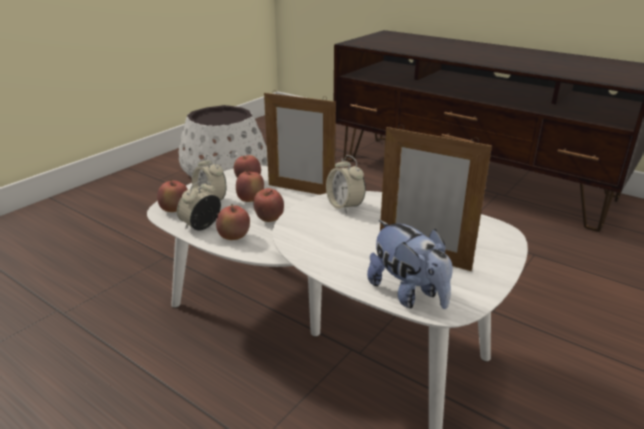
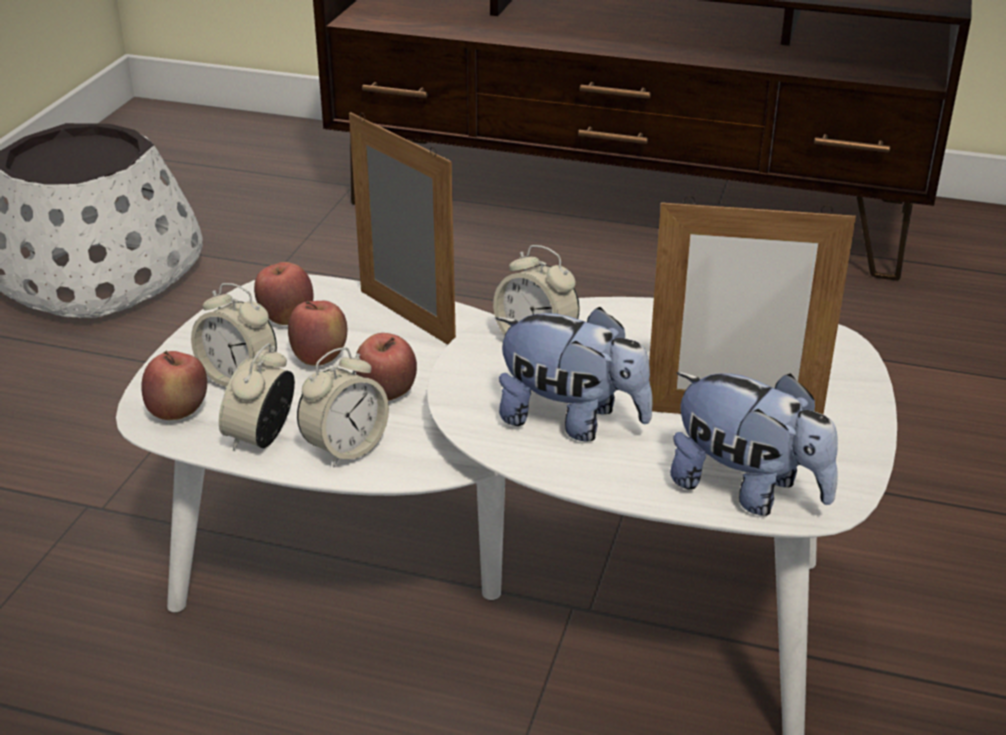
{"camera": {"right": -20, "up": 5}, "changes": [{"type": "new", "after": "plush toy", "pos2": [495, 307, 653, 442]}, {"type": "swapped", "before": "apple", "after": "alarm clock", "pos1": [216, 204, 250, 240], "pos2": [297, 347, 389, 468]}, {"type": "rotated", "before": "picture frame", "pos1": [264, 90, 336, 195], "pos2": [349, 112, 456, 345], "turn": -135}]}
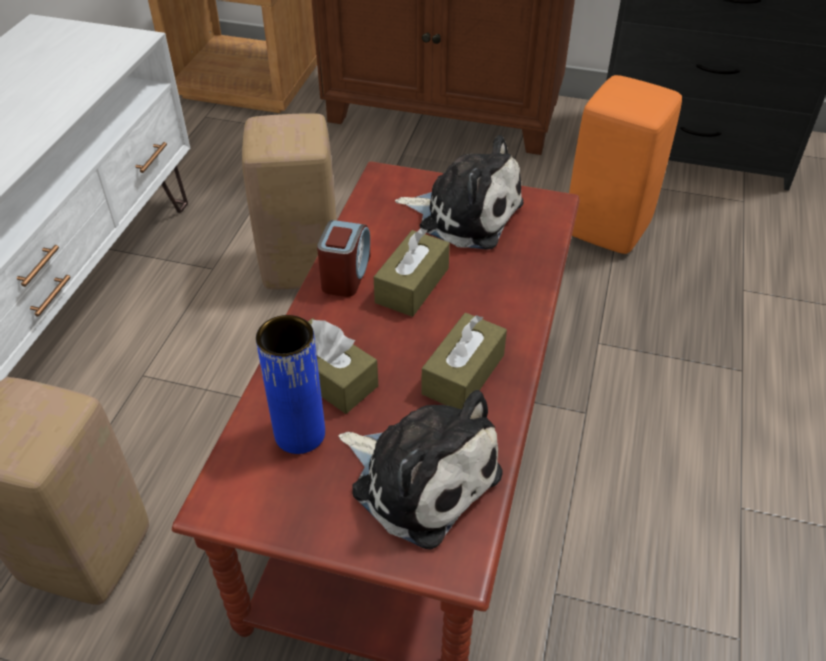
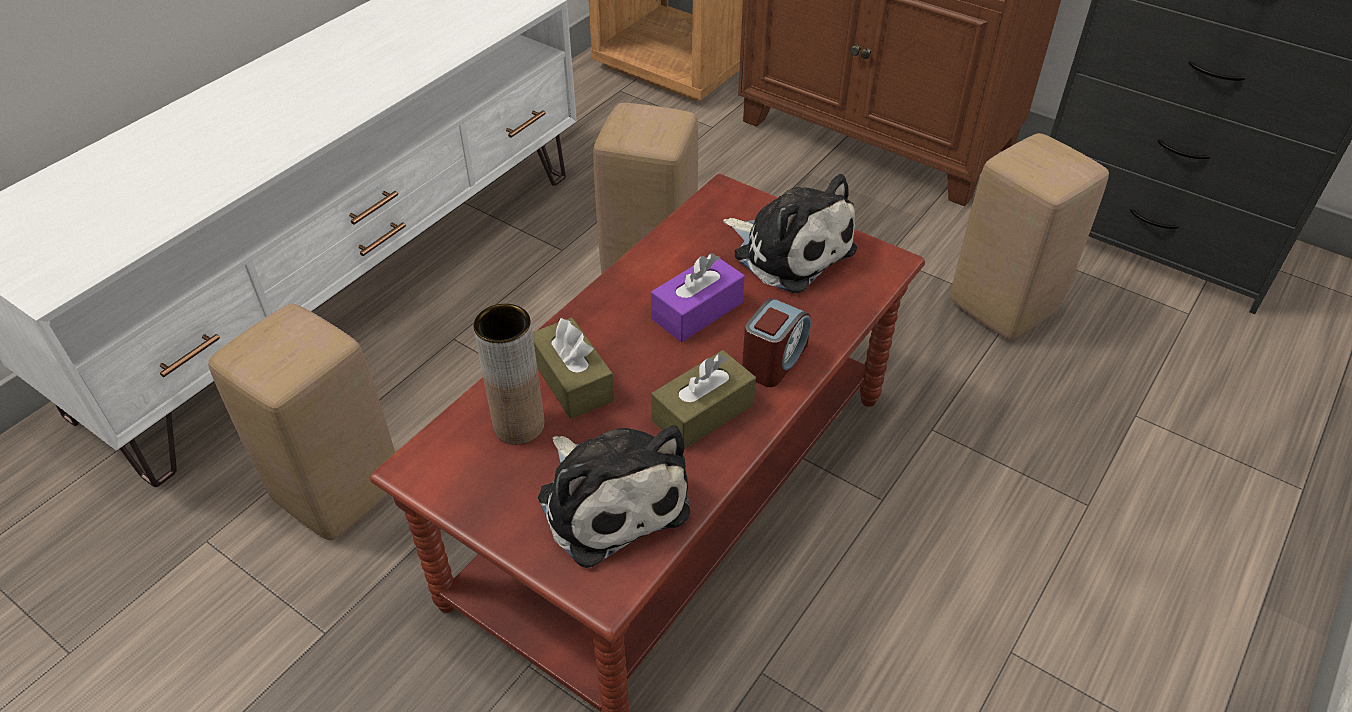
{"camera": {"right": 20, "up": 0}, "changes": [{"type": "shifted", "before": "alarm clock", "pos1": [317, 220, 371, 297], "pos2": [742, 299, 811, 387]}, {"type": "repainted", "before": "blue vase", "after": "brown vase", "pos1": [256, 315, 325, 454], "pos2": [473, 304, 545, 445]}, {"type": "repainted", "before": "brown tissue box", "after": "purple tissue box", "pos1": [374, 228, 450, 317], "pos2": [651, 253, 745, 342]}, {"type": "repainted", "before": "orange stool", "after": "beige stool", "pos1": [569, 75, 682, 254], "pos2": [951, 133, 1109, 340]}]}
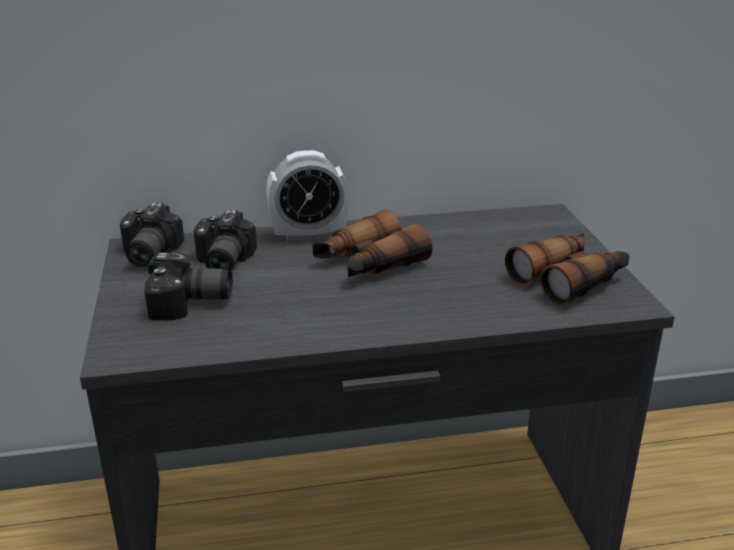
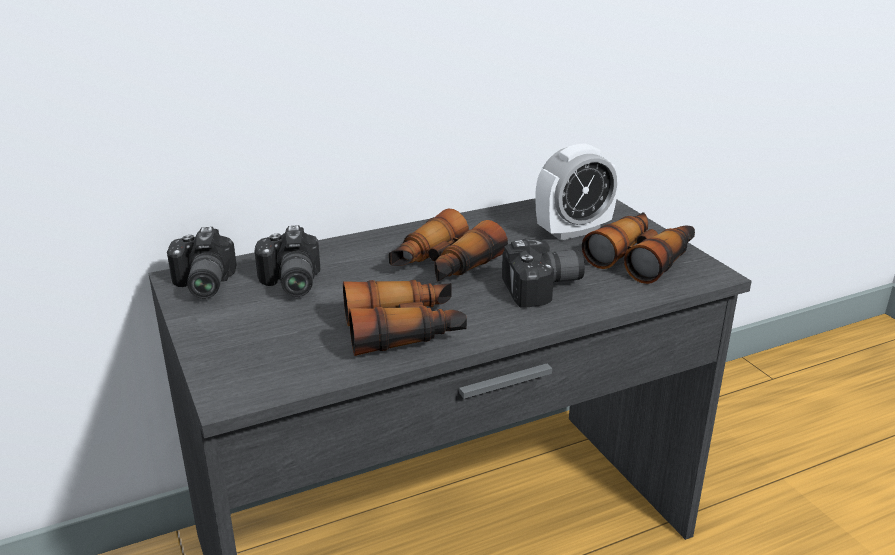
{"camera": {"right": -15, "up": 0}, "changes": [{"type": "new", "after": "binoculars", "pos2": [343, 280, 467, 356]}, {"type": "shifted", "before": "photo camera", "pos1": [144, 252, 233, 320], "pos2": [502, 239, 585, 308]}, {"type": "shifted", "before": "alarm clock", "pos1": [266, 150, 349, 243], "pos2": [535, 143, 619, 241]}]}
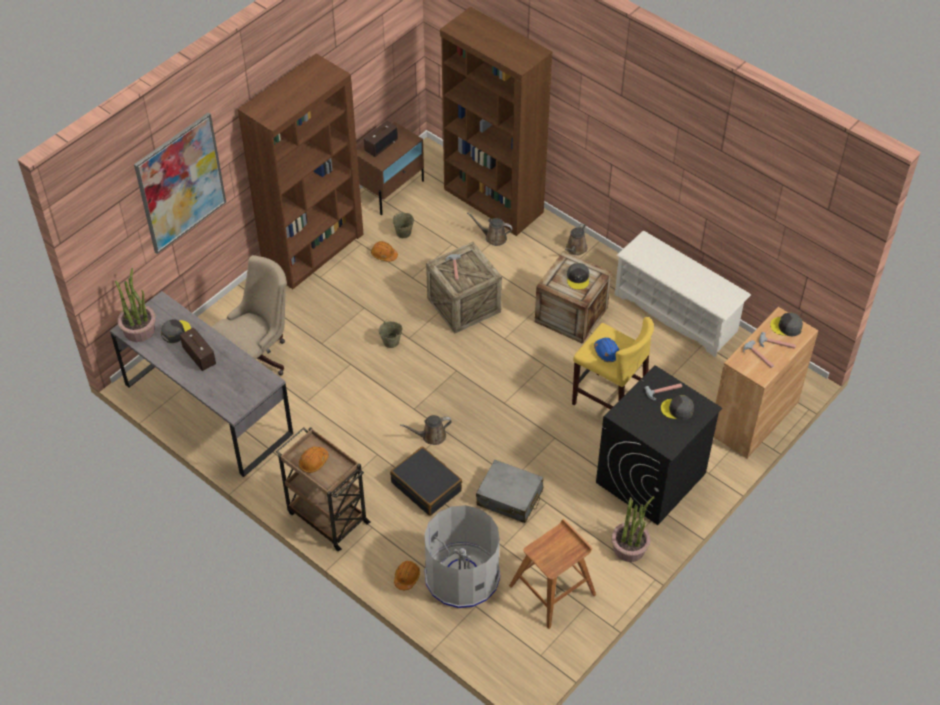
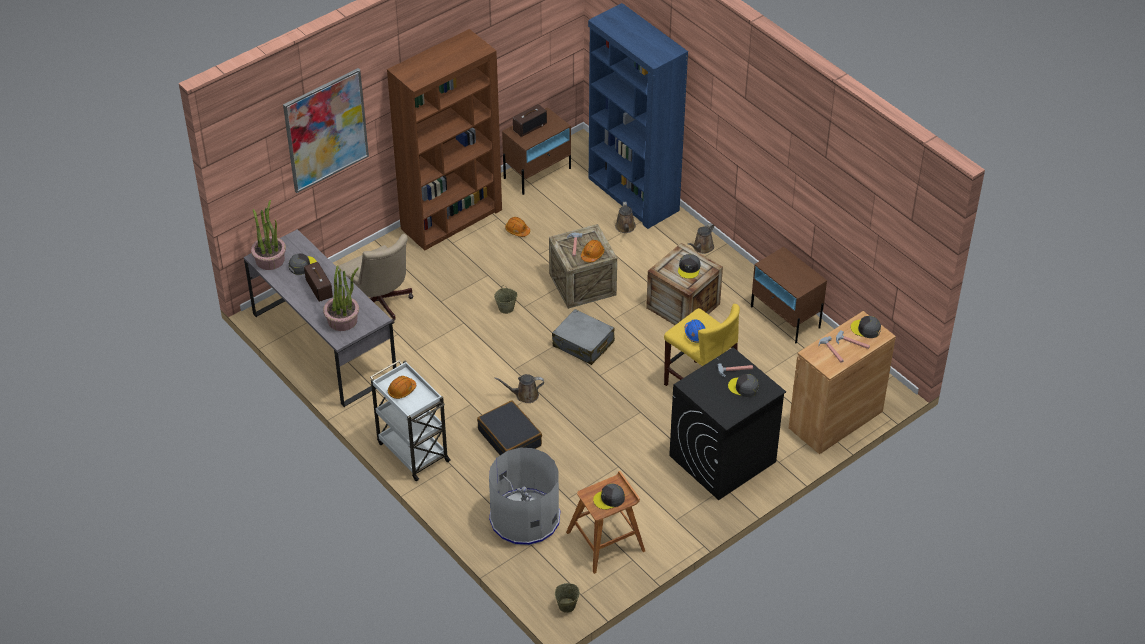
{"camera": {"right": 10, "up": -5}, "changes": [{"type": "new", "after": "grey cap", "pos2": [593, 483, 625, 510]}, {"type": "shifted", "before": "beige bucket", "pos1": [393, 212, 414, 238], "pos2": [555, 583, 580, 613]}, {"type": "shifted", "before": "orange hard hat", "pos1": [394, 561, 420, 590], "pos2": [581, 240, 604, 263]}, {"type": "shifted", "before": "grey suitcase", "pos1": [476, 460, 544, 523], "pos2": [552, 309, 615, 365]}, {"type": "shifted", "before": "potted plant", "pos1": [611, 496, 654, 562], "pos2": [323, 265, 359, 331]}, {"type": "swapped", "before": "white shoe rack", "after": "brown nightstand", "pos1": [615, 231, 751, 357], "pos2": [751, 247, 827, 343]}, {"type": "repainted", "before": "brown cart", "after": "white cart", "pos1": [276, 427, 371, 551], "pos2": [370, 360, 451, 481]}, {"type": "repainted", "before": "brown bookcase", "after": "blue bookcase", "pos1": [440, 7, 552, 236], "pos2": [588, 3, 688, 229]}, {"type": "rotated", "before": "beige office chair", "pos1": [211, 255, 287, 375], "pos2": [338, 234, 413, 324], "turn": 90}, {"type": "rotated", "before": "brown watering can", "pos1": [467, 213, 513, 246], "pos2": [615, 202, 636, 233], "turn": -120}]}
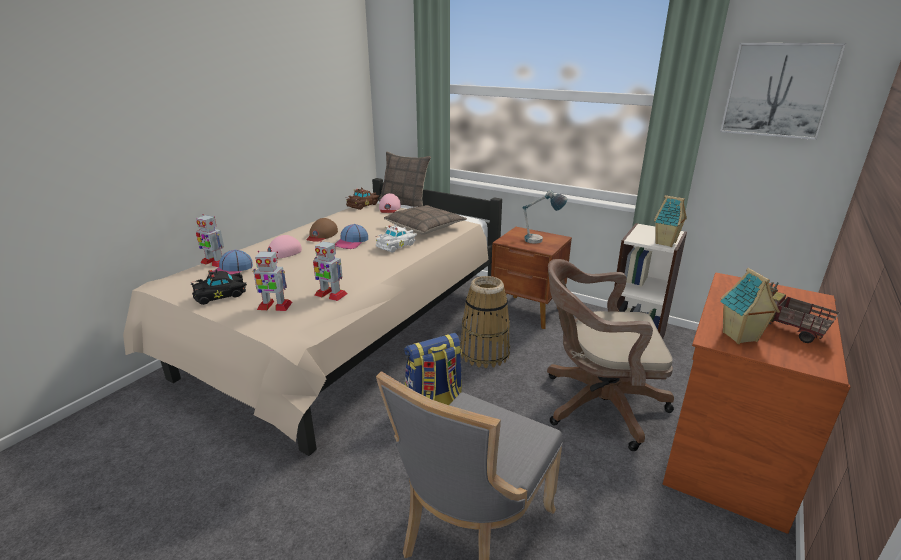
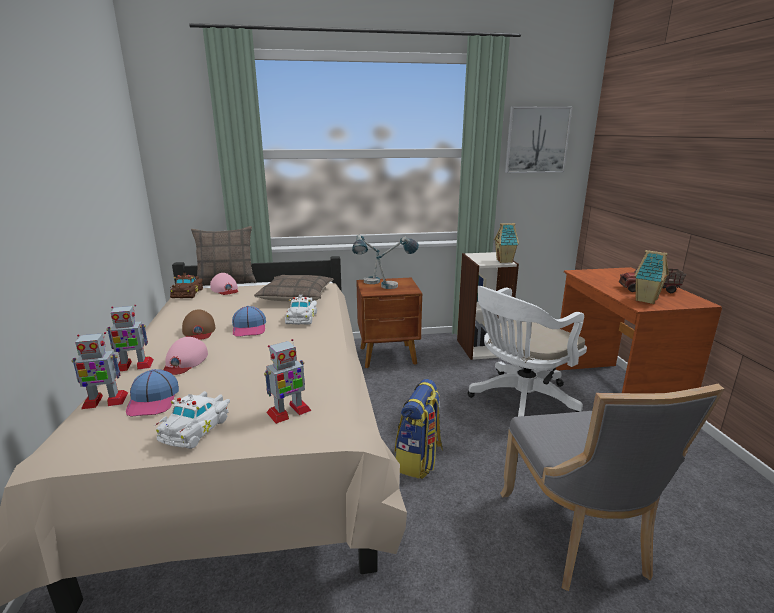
{"camera": {"right": -40, "up": -5}, "changes": [{"type": "gone", "before": "basket", "pos1": [460, 276, 510, 368]}, {"type": "new", "after": "table lamp", "pos2": [352, 235, 380, 284]}, {"type": "shifted", "before": "toy robot", "pos1": [313, 240, 348, 301], "pos2": [106, 305, 154, 371]}, {"type": "repainted", "before": "black toy car", "after": "white toy car", "pos1": [190, 270, 247, 305], "pos2": [154, 391, 230, 449]}, {"type": "repainted", "before": "brown office chair", "after": "white office chair", "pos1": [547, 259, 674, 451], "pos2": [468, 286, 587, 417]}]}
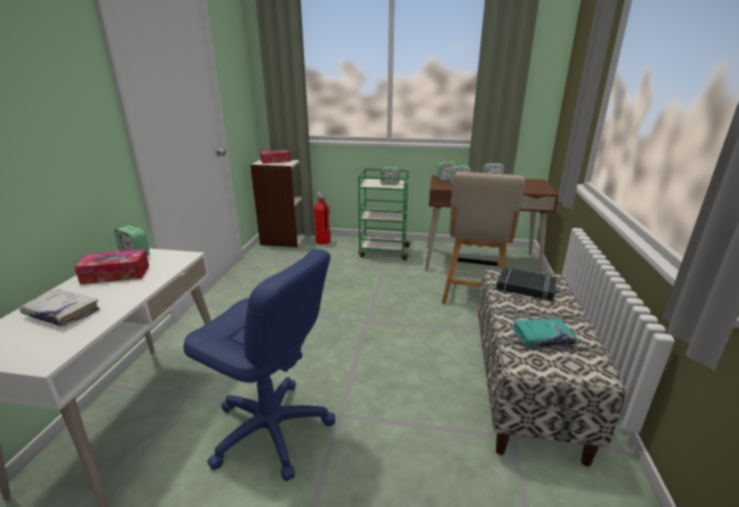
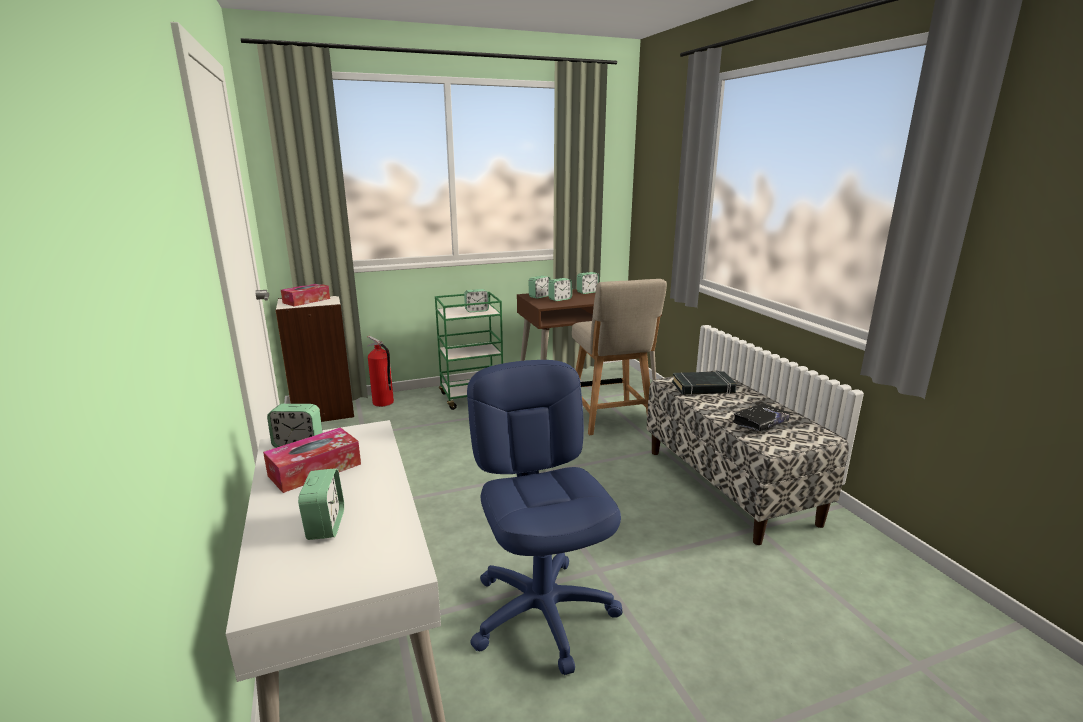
{"camera": {"right": -30, "up": -5}, "changes": [{"type": "swapped", "before": "white book", "after": "alarm clock", "pos1": [19, 289, 100, 327], "pos2": [298, 468, 344, 540]}, {"type": "repainted", "before": "turquoise book", "after": "black book", "pos1": [512, 319, 577, 345], "pos2": [732, 403, 791, 431]}, {"type": "rotated", "before": "blue office chair", "pos1": [183, 249, 335, 481], "pos2": [467, 360, 623, 675], "turn": -105}]}
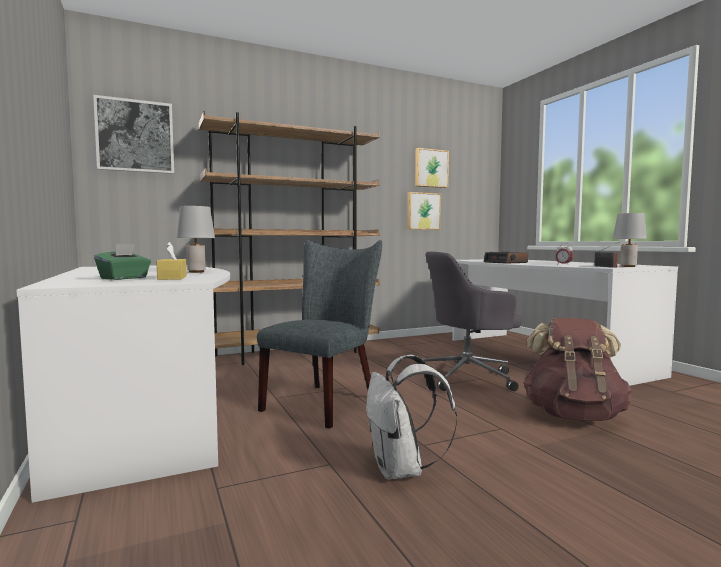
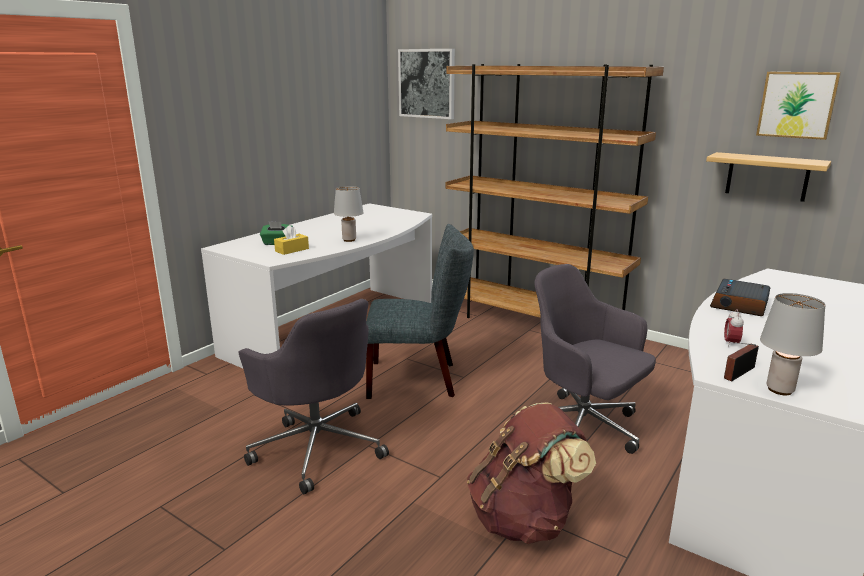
{"camera": {"right": 60, "up": 15}, "changes": [{"type": "swapped", "before": "white backpack", "after": "grey office chair", "pos1": [366, 354, 457, 480], "pos2": [239, 299, 389, 494]}, {"type": "swapped", "before": "picture", "after": "shelf", "pos1": [407, 192, 441, 230], "pos2": [706, 152, 831, 202]}]}
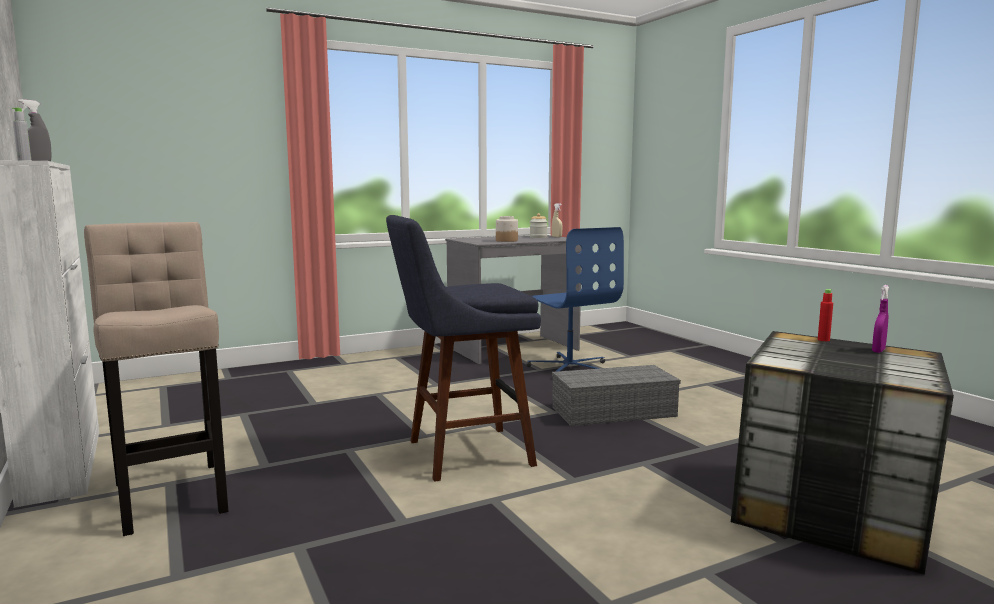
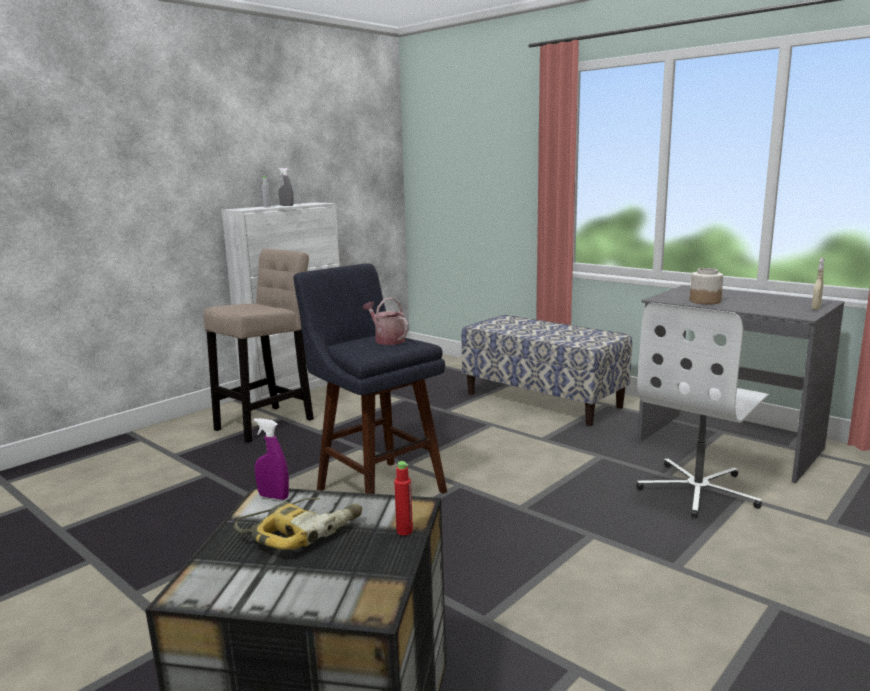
{"camera": {"right": 70, "up": 5}, "changes": [{"type": "gone", "before": "jar", "pos1": [530, 213, 548, 238]}, {"type": "gone", "before": "grey storage box", "pos1": [552, 365, 681, 426]}, {"type": "new", "after": "power drill", "pos2": [234, 498, 362, 550]}, {"type": "new", "after": "watering can", "pos2": [363, 297, 409, 345]}, {"type": "new", "after": "bench", "pos2": [461, 315, 632, 426]}, {"type": "shifted", "before": "purple spray bottle", "pos1": [872, 285, 889, 353], "pos2": [254, 418, 289, 500]}, {"type": "repainted", "before": "blue office chair", "after": "white office chair", "pos1": [526, 227, 624, 372], "pos2": [636, 303, 769, 518]}]}
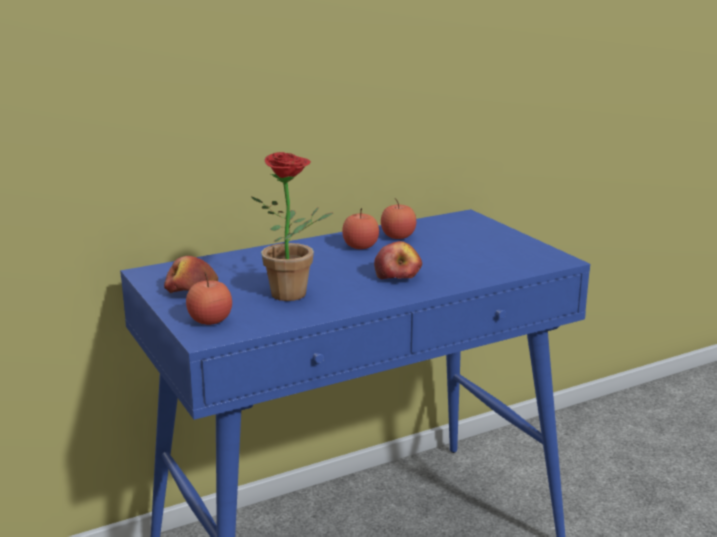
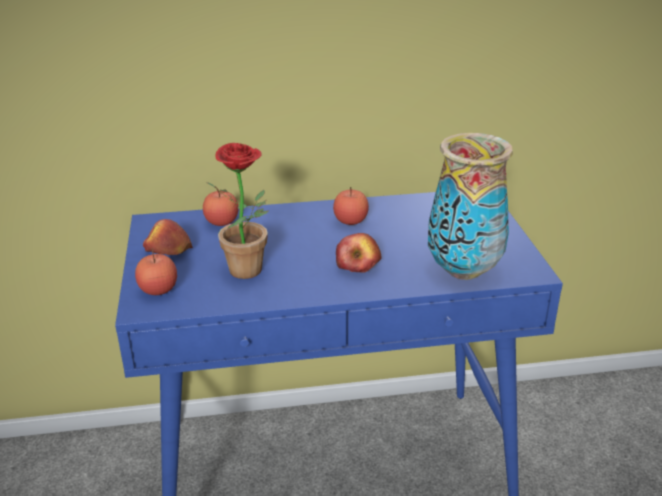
{"camera": {"right": 20, "up": 10}, "changes": [{"type": "new", "after": "vase", "pos2": [428, 133, 513, 280]}, {"type": "shifted", "before": "apple", "pos1": [381, 198, 416, 239], "pos2": [203, 186, 238, 226]}]}
